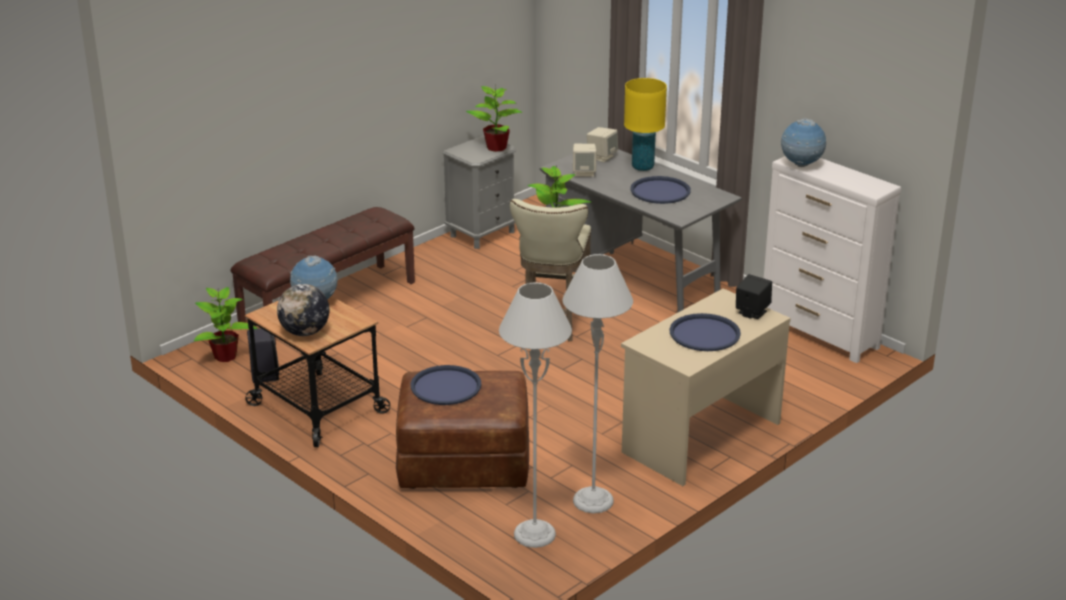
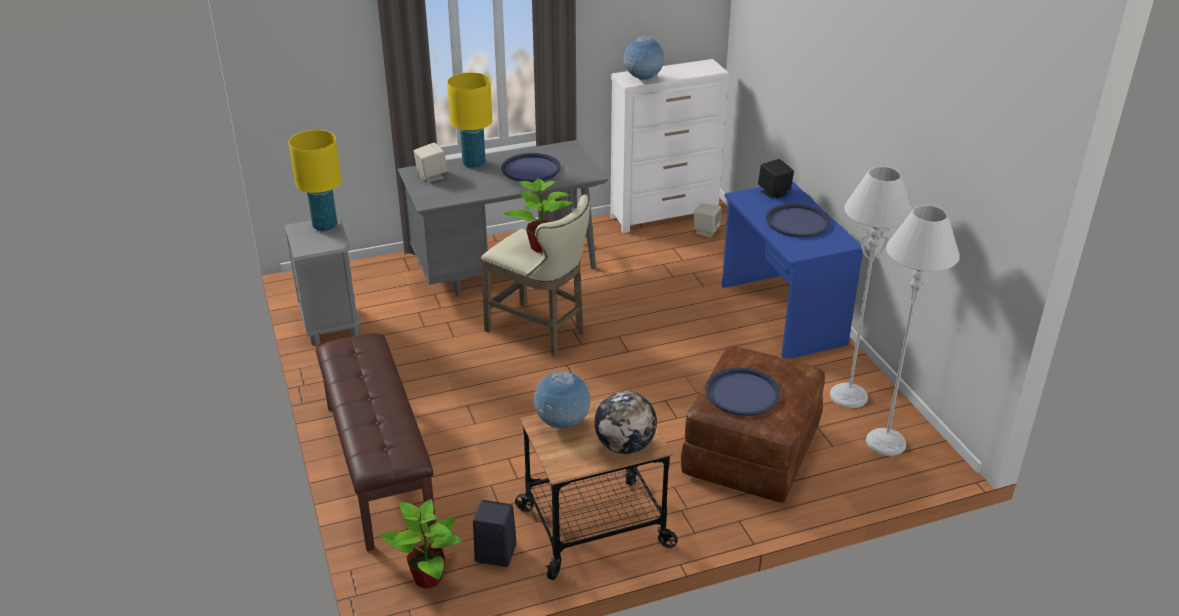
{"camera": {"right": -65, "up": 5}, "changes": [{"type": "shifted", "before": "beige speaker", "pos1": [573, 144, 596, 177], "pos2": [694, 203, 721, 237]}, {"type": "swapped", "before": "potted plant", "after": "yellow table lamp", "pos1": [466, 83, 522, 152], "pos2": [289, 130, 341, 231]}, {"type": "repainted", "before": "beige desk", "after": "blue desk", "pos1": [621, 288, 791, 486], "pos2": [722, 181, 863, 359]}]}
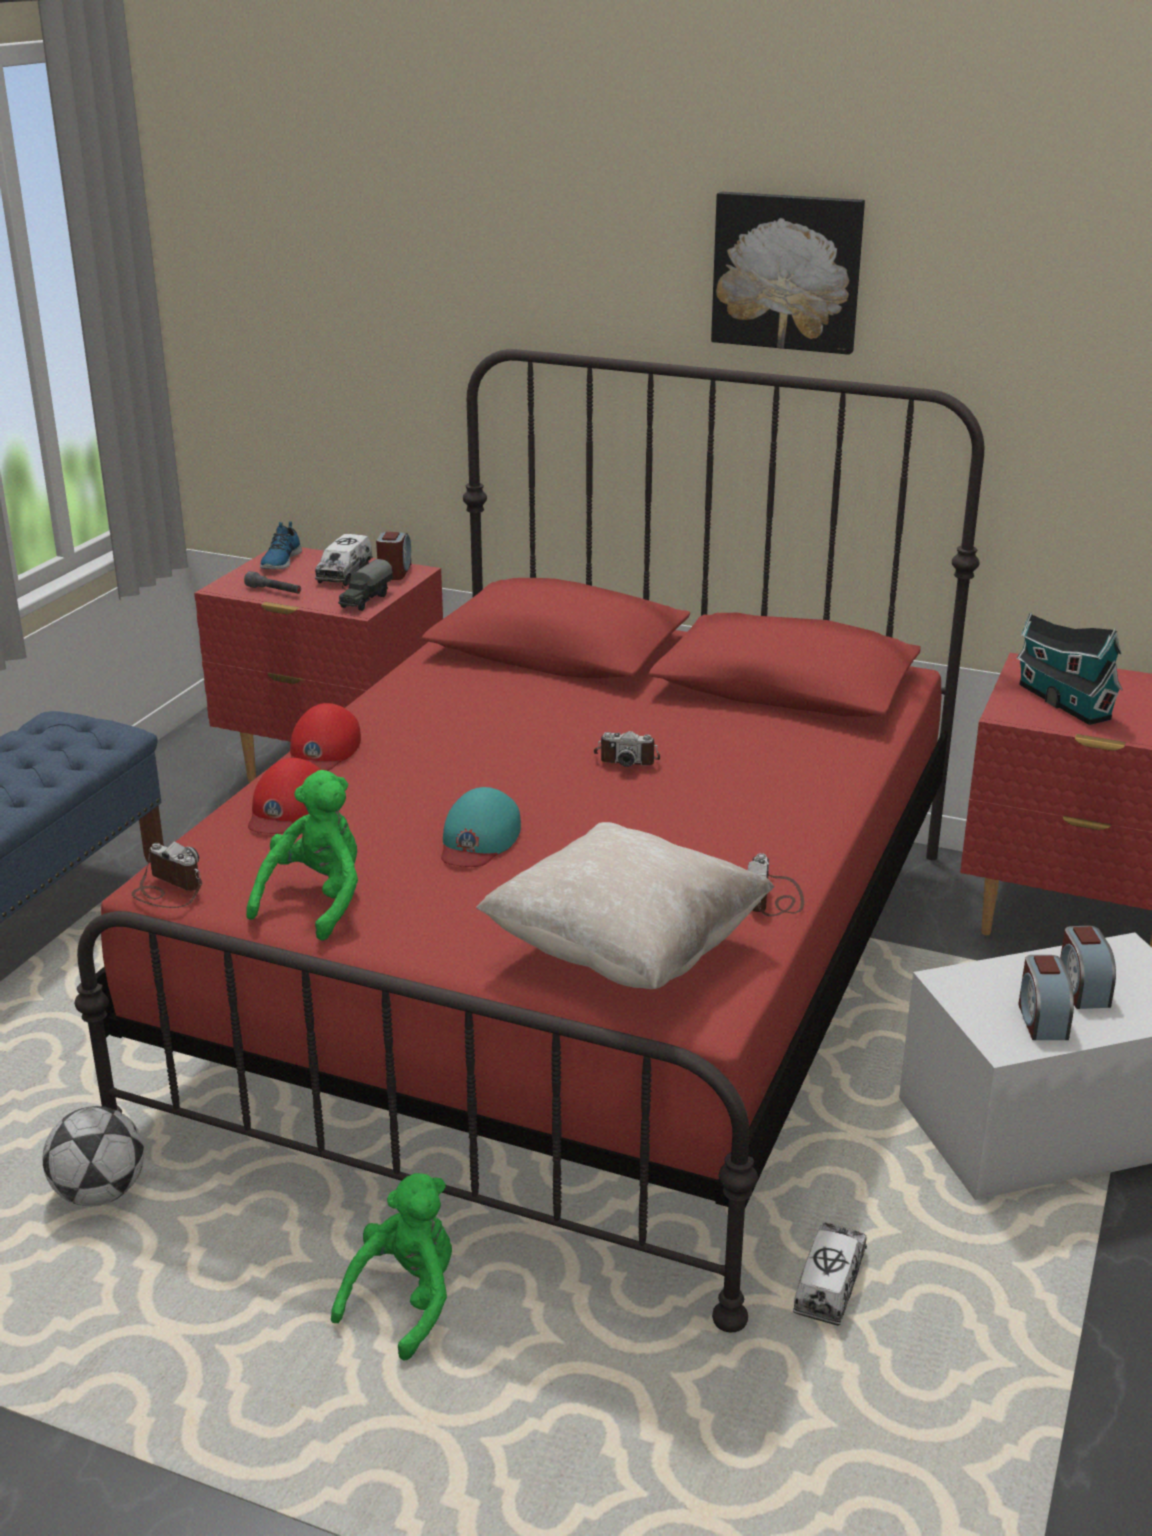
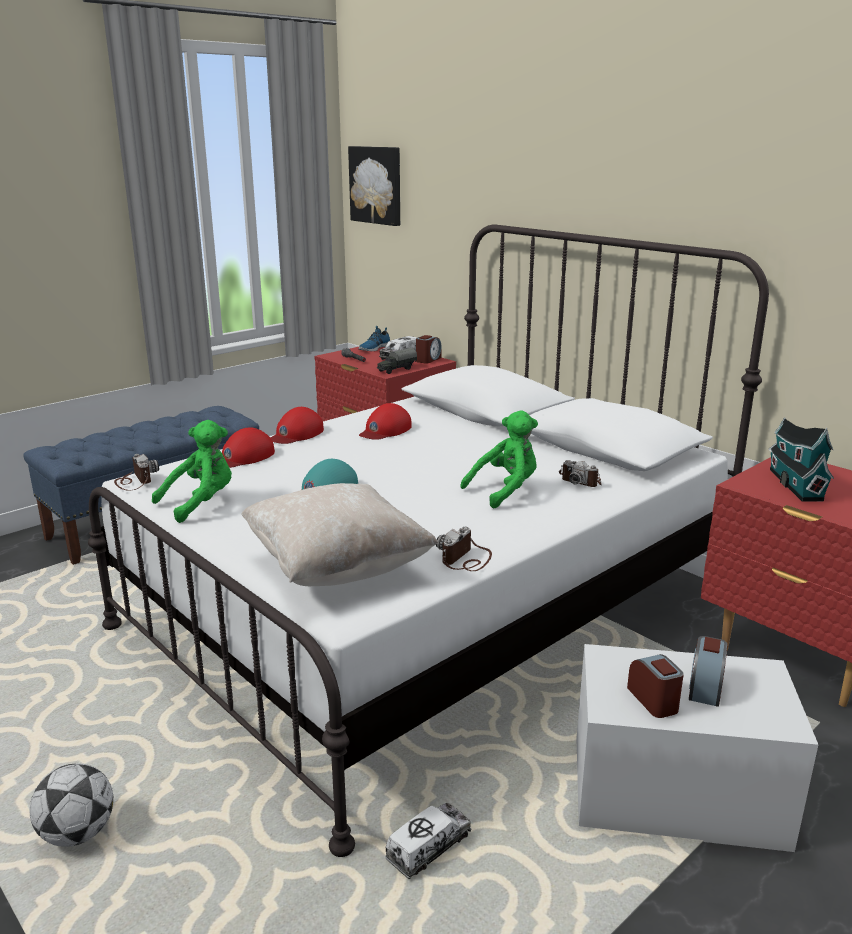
{"camera": {"right": 25, "up": -5}, "changes": [{"type": "new", "after": "red cap", "pos2": [359, 403, 412, 440]}, {"type": "shifted", "before": "football", "pos1": [42, 1106, 144, 1206], "pos2": [29, 763, 113, 847]}, {"type": "shifted", "before": "green plush toy", "pos1": [331, 1173, 452, 1361], "pos2": [460, 410, 538, 509]}, {"type": "shifted", "before": "photo camera", "pos1": [594, 731, 660, 767], "pos2": [559, 460, 602, 487]}, {"type": "shifted", "before": "picture", "pos1": [711, 192, 865, 355], "pos2": [348, 146, 400, 226]}, {"type": "repainted", "before": "red bed", "after": "white bed", "pos1": [75, 349, 984, 1332], "pos2": [88, 225, 769, 857]}, {"type": "rotated", "before": "alarm clock", "pos1": [1018, 955, 1074, 1040], "pos2": [627, 654, 684, 718], "turn": 135}]}
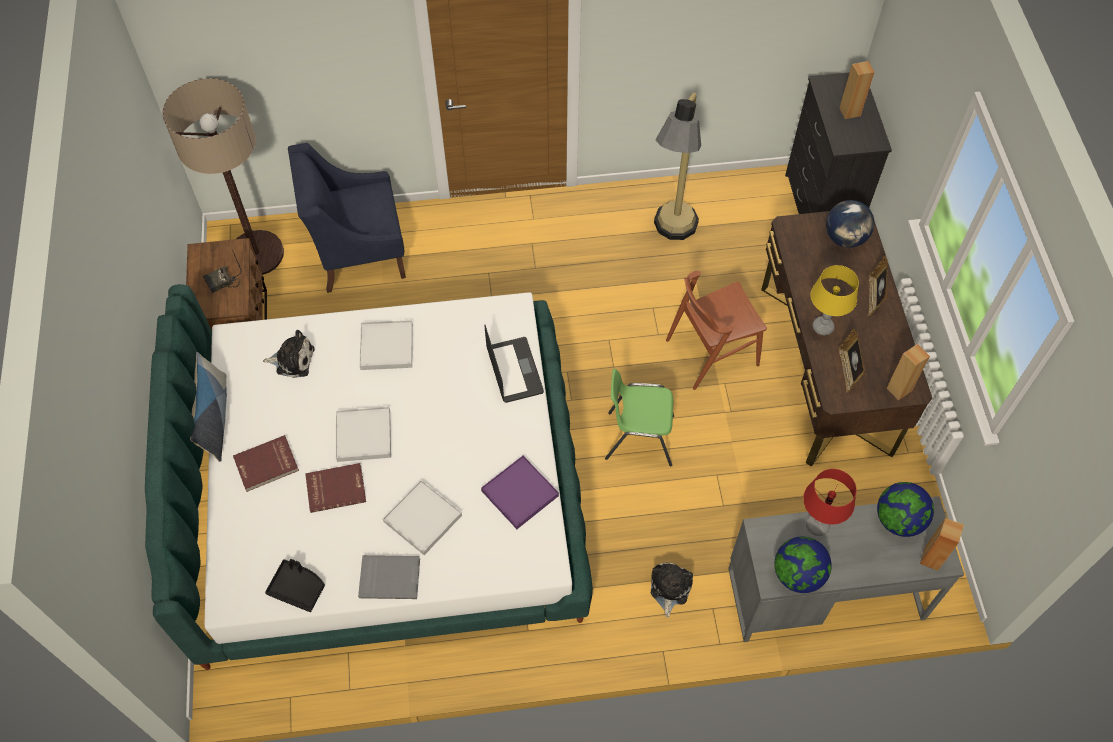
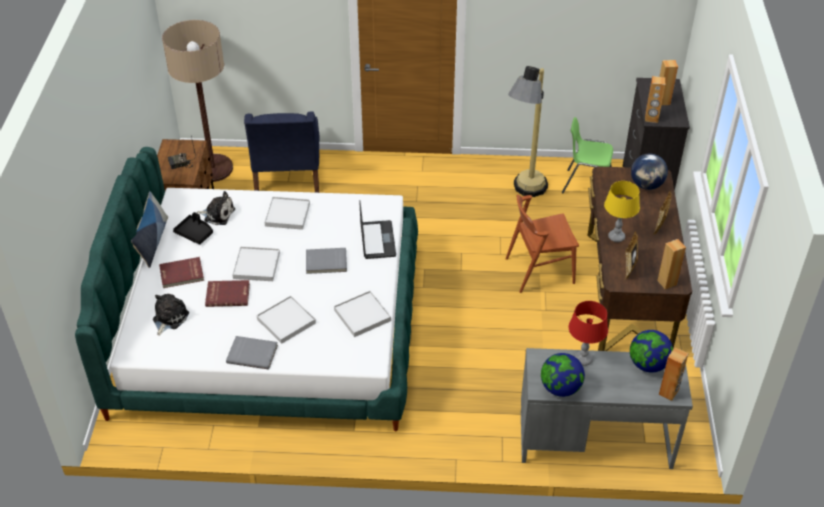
{"camera": {"right": 10, "up": -15}, "changes": [{"type": "new", "after": "grey book", "pos2": [306, 248, 347, 274]}, {"type": "new", "after": "brown speaker", "pos2": [645, 76, 665, 123]}, {"type": "shifted", "before": "black tray", "pos1": [265, 559, 325, 612], "pos2": [173, 212, 213, 245]}, {"type": "shifted", "before": "green chair", "pos1": [605, 369, 674, 466], "pos2": [562, 117, 613, 193]}, {"type": "shifted", "before": "plush toy", "pos1": [651, 562, 693, 618], "pos2": [153, 294, 189, 336]}, {"type": "repainted", "before": "purple tray", "after": "white tray", "pos1": [481, 456, 559, 529], "pos2": [334, 291, 391, 337]}, {"type": "rotated", "before": "blue armchair", "pos1": [288, 143, 406, 293], "pos2": [244, 111, 319, 193], "turn": -90}]}
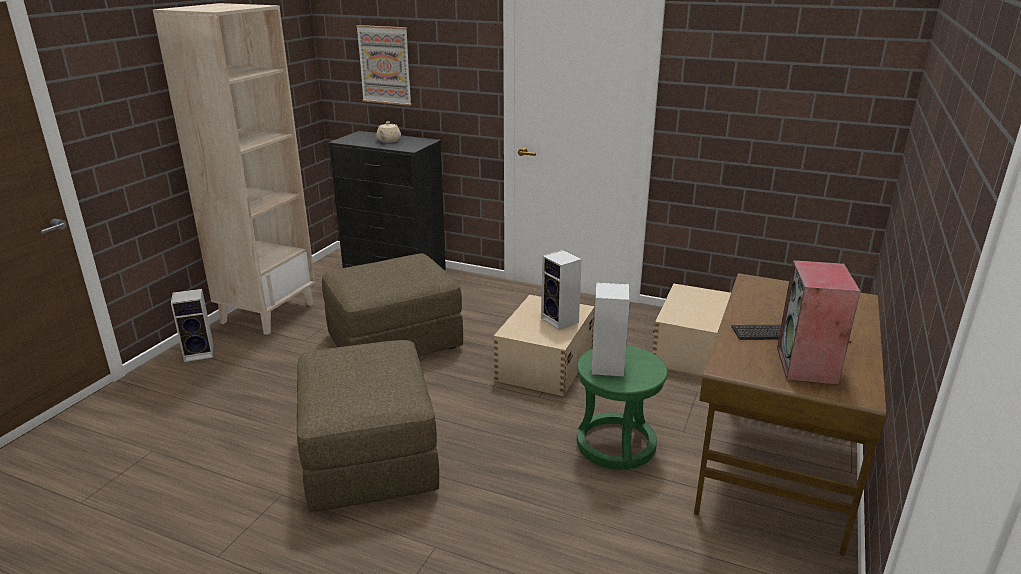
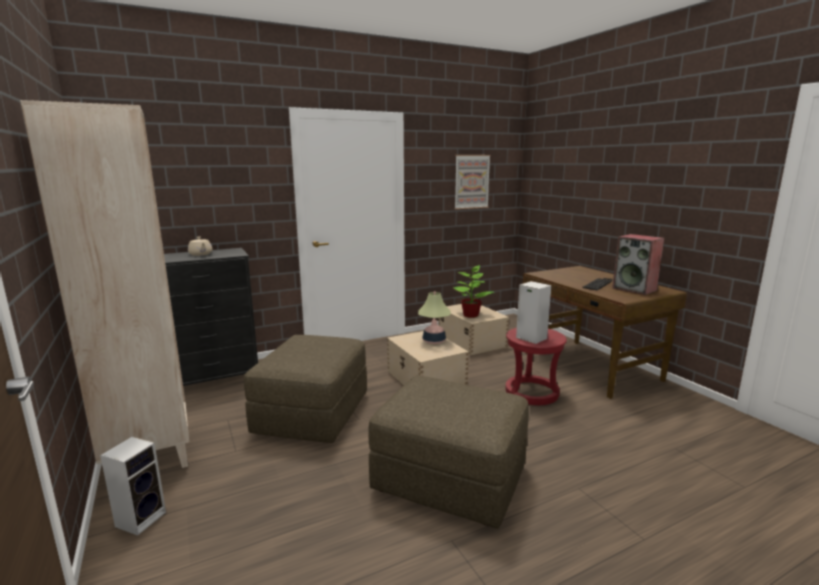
{"camera": {"right": -50, "up": -10}, "changes": [{"type": "new", "after": "potted plant", "pos2": [453, 264, 494, 318]}, {"type": "shifted", "before": "picture", "pos1": [356, 25, 412, 106], "pos2": [454, 155, 491, 209]}, {"type": "swapped", "before": "speaker", "after": "table lamp", "pos1": [541, 250, 582, 330], "pos2": [418, 291, 451, 344]}, {"type": "repainted", "before": "green stool", "after": "red stool", "pos1": [577, 345, 668, 470], "pos2": [505, 328, 567, 405]}]}
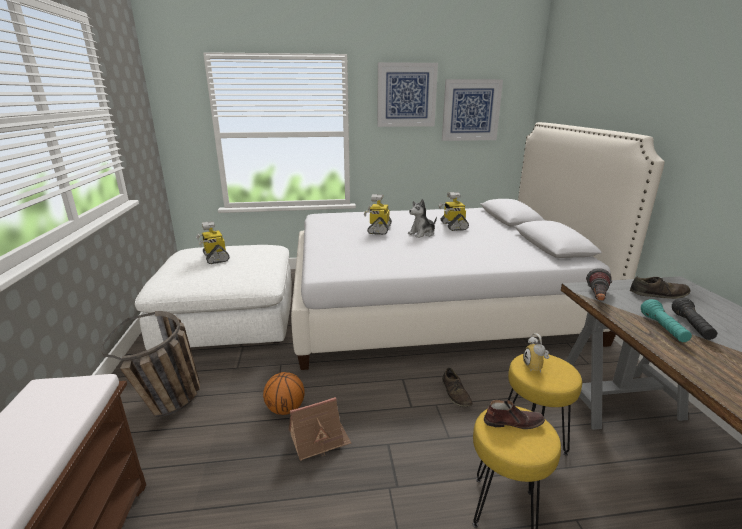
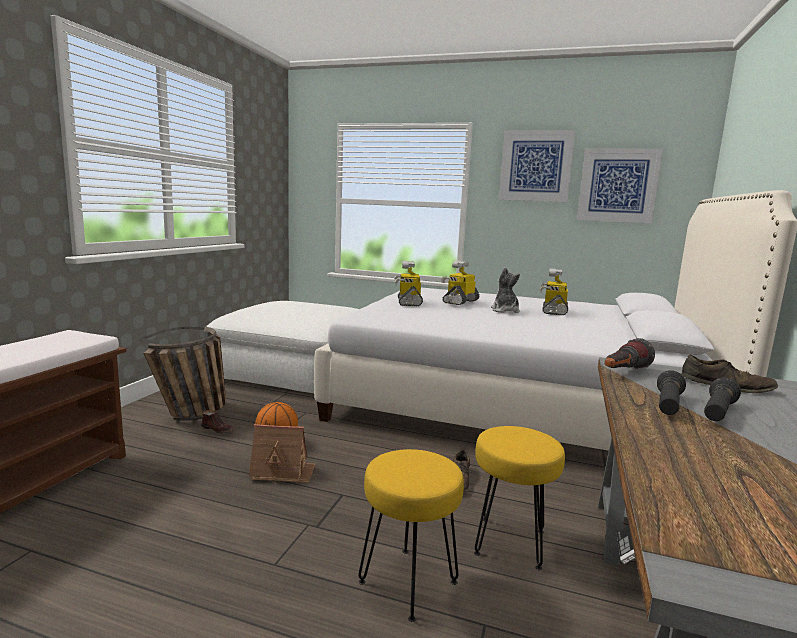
{"camera": {"right": 25, "up": -10}, "changes": [{"type": "gone", "before": "alarm clock", "pos1": [523, 333, 549, 373]}, {"type": "shifted", "before": "toy robot", "pos1": [196, 221, 229, 264], "pos2": [394, 261, 423, 306]}, {"type": "shifted", "before": "brown shoe", "pos1": [484, 400, 545, 429], "pos2": [201, 410, 235, 434]}, {"type": "repainted", "before": "turquoise flashlight", "after": "black flashlight", "pos1": [641, 299, 692, 342], "pos2": [657, 370, 686, 415]}, {"type": "rotated", "before": "plush toy", "pos1": [408, 199, 437, 238], "pos2": [491, 267, 520, 313], "turn": 90}]}
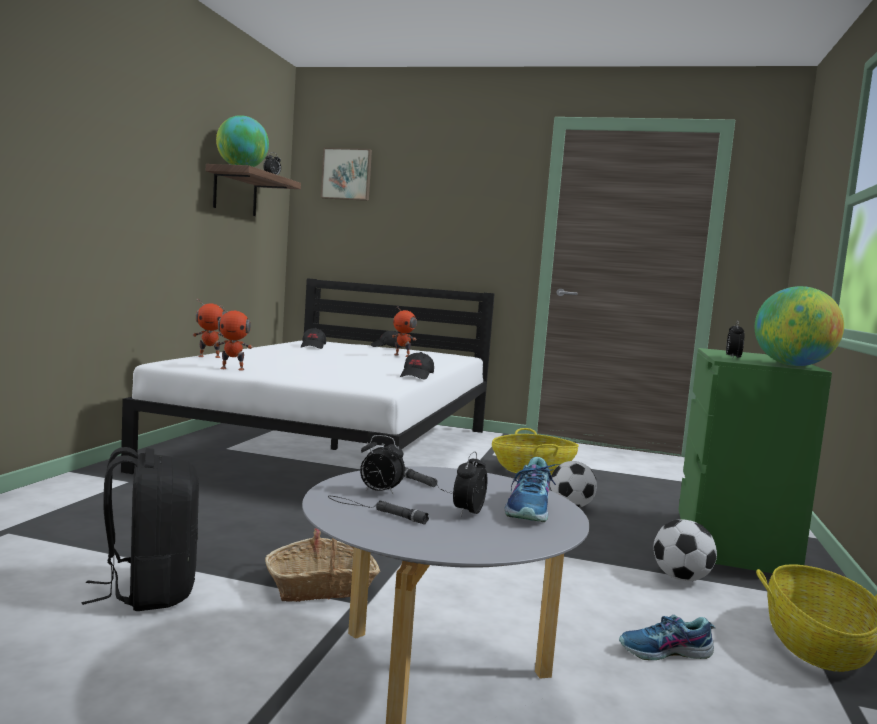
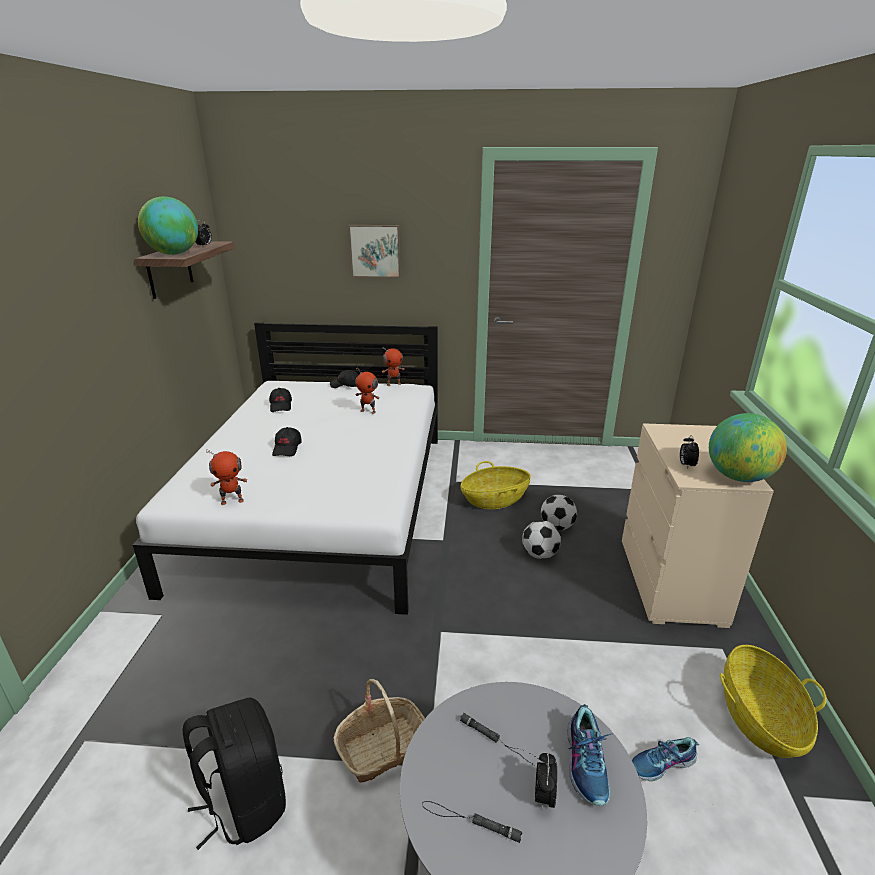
{"camera": {"right": -10, "up": 20}, "changes": [{"type": "gone", "before": "alarm clock", "pos1": [360, 435, 405, 495]}, {"type": "shifted", "before": "toy robot", "pos1": [192, 298, 227, 358], "pos2": [382, 346, 404, 386]}, {"type": "shifted", "before": "picture", "pos1": [321, 148, 372, 201], "pos2": [348, 225, 401, 278]}, {"type": "shifted", "before": "black cap", "pos1": [400, 352, 434, 379], "pos2": [272, 427, 302, 456]}, {"type": "shifted", "before": "football", "pos1": [653, 519, 717, 581], "pos2": [541, 495, 577, 531]}, {"type": "repainted", "before": "green dresser", "after": "beige dresser", "pos1": [678, 348, 832, 573], "pos2": [622, 423, 774, 628]}]}
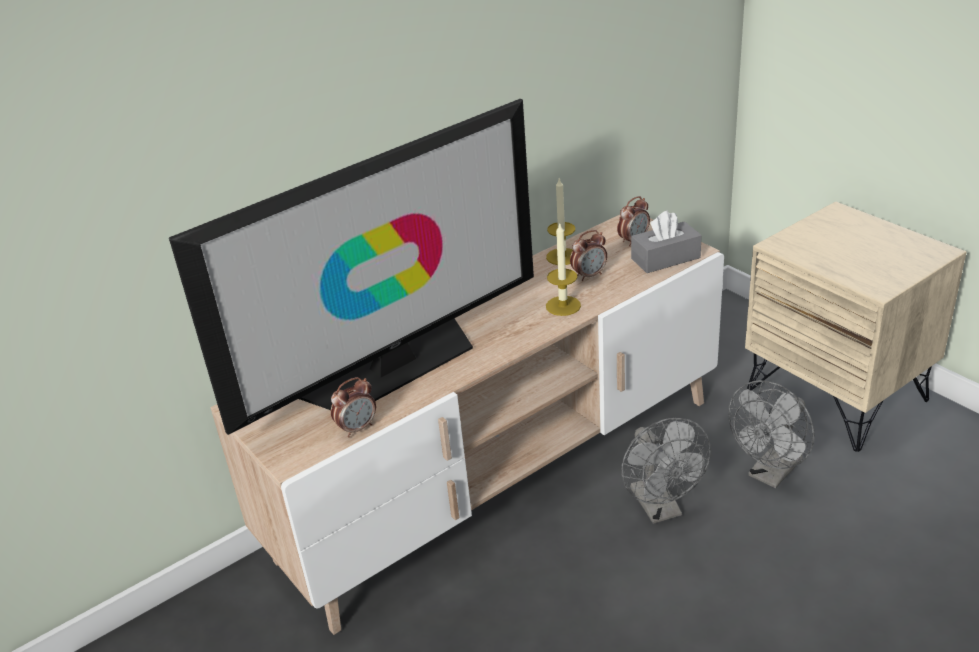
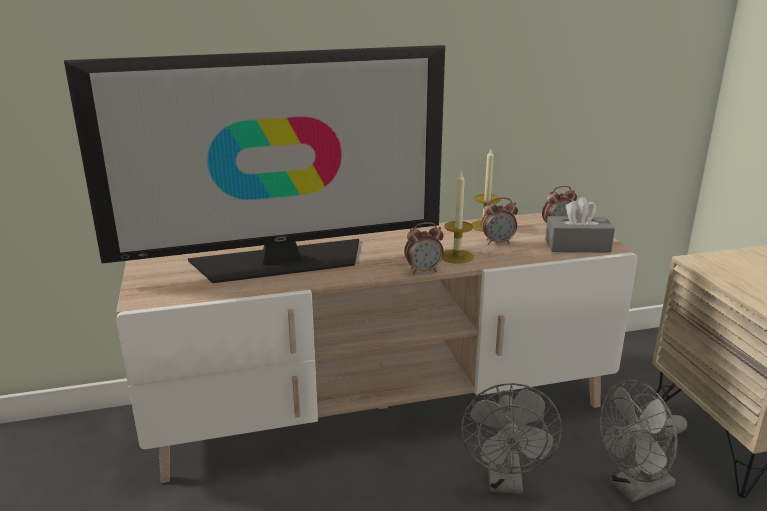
{"camera": {"right": 20, "up": -10}, "changes": [{"type": "shifted", "before": "alarm clock", "pos1": [331, 377, 376, 438], "pos2": [404, 222, 444, 274]}]}
